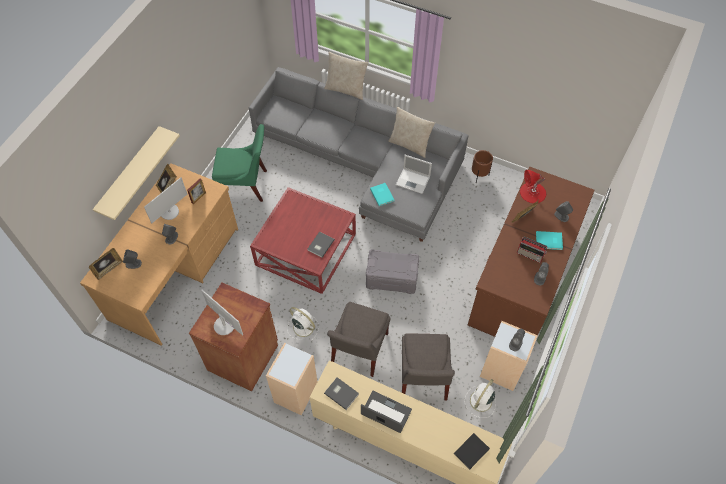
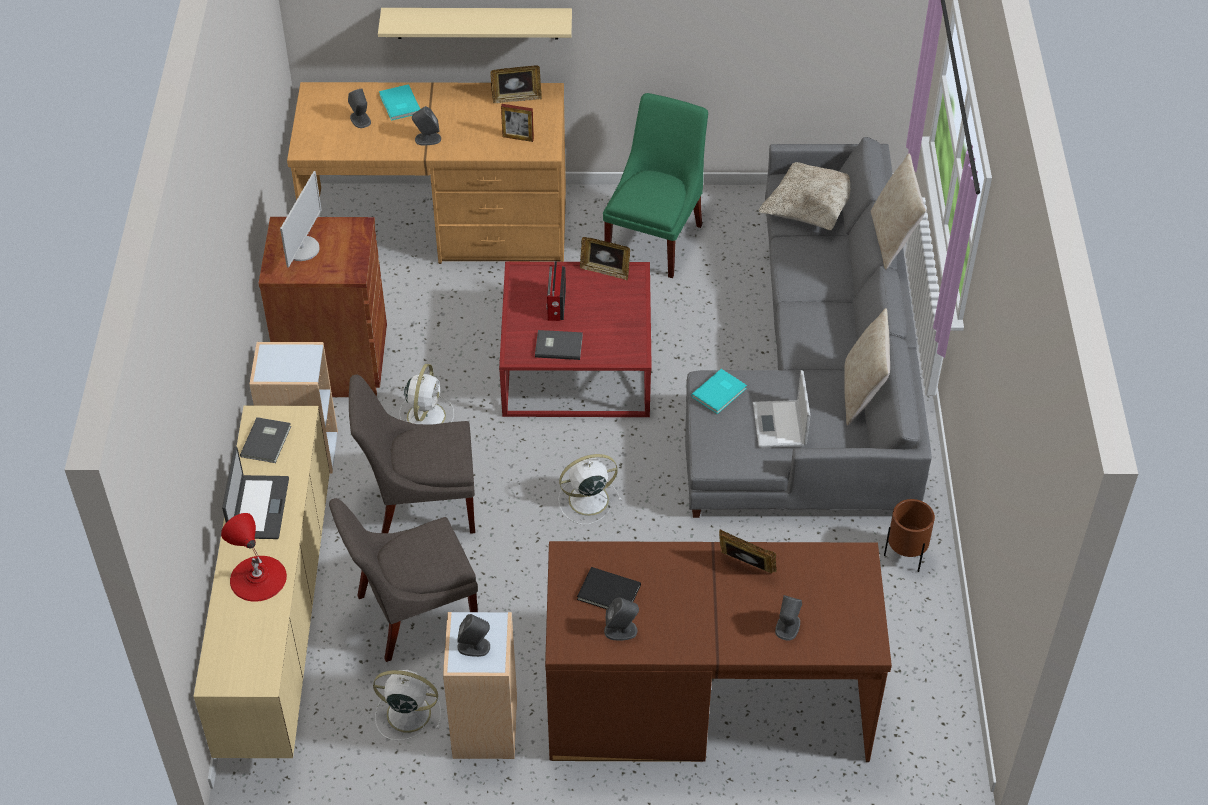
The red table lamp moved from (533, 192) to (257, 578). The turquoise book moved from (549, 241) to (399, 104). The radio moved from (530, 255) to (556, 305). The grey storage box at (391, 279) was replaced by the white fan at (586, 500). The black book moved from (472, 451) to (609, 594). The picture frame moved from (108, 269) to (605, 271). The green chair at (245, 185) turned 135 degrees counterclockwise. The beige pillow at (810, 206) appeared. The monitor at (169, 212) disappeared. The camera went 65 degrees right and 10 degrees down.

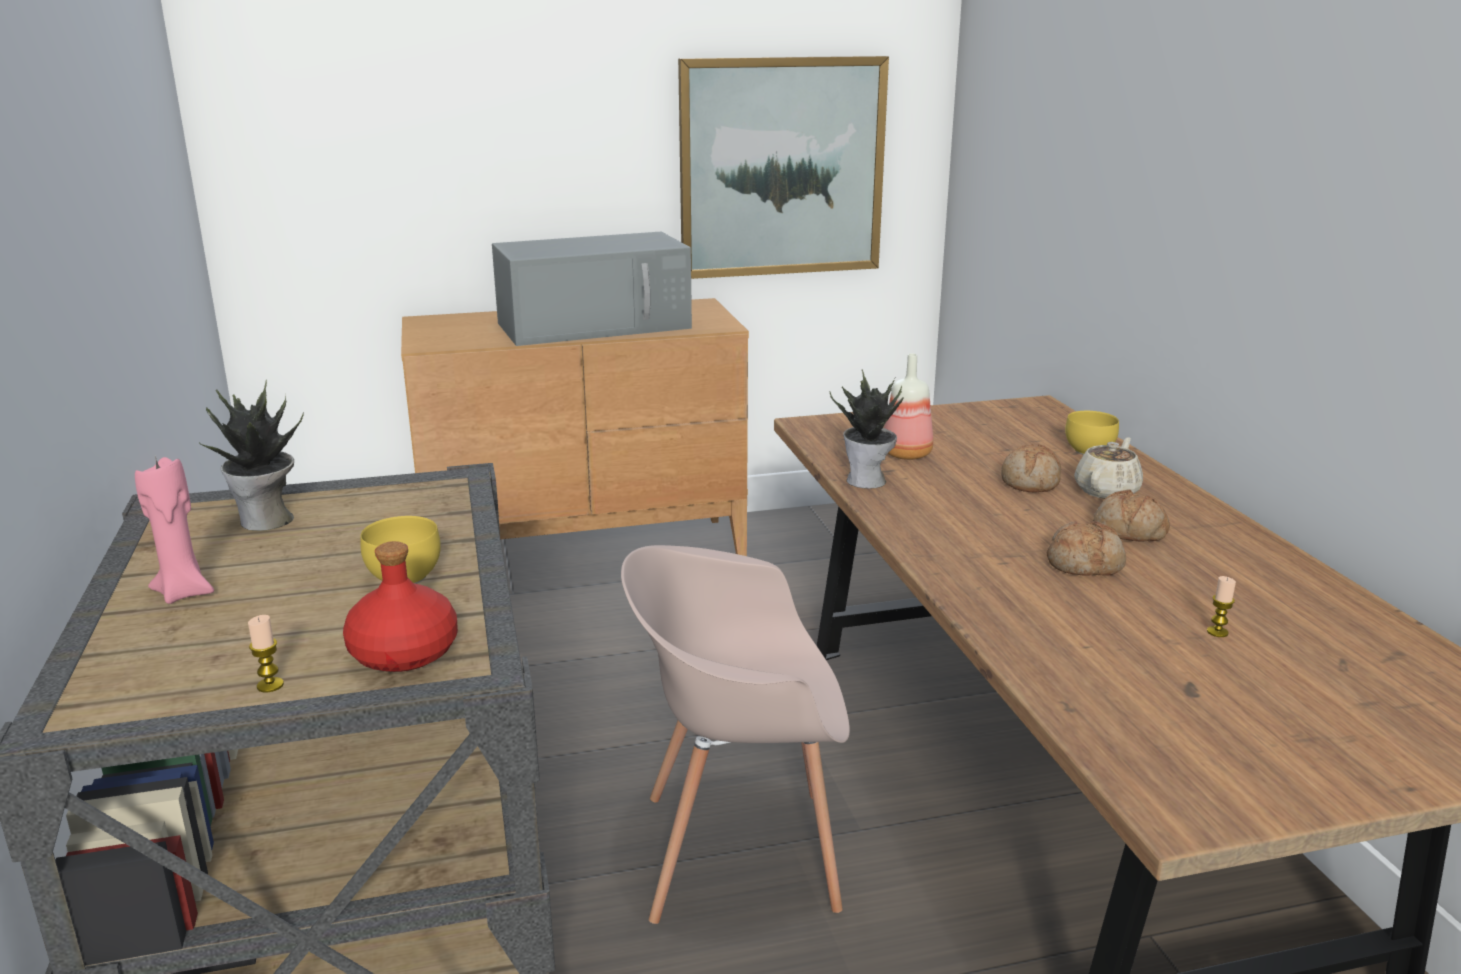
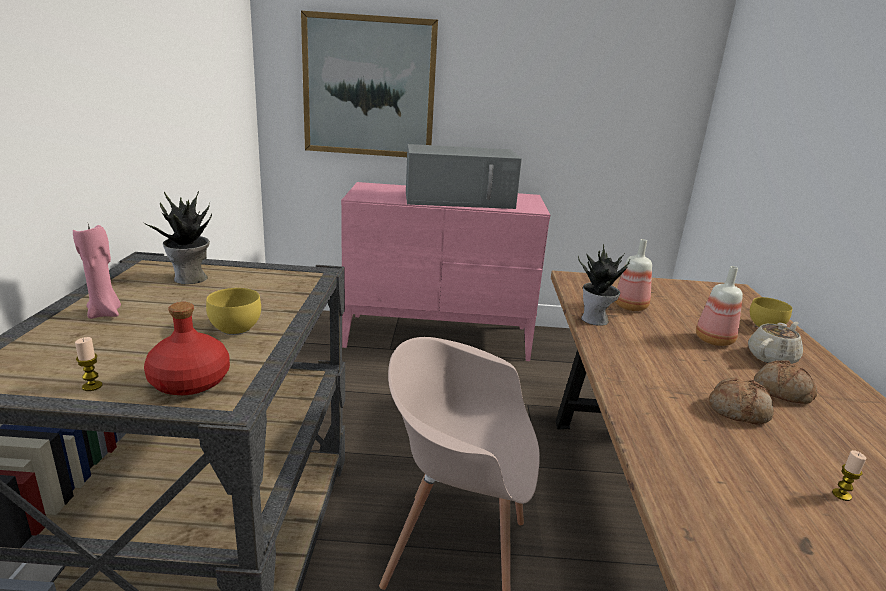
The picture moved from (782, 168) to (369, 87). The brown cabinet at (585, 560) became the pink cabinet at (438, 337). The bread at (1031, 482) was replaced by the bottle at (714, 341). The camera went 15 degrees right and 0 degrees up.

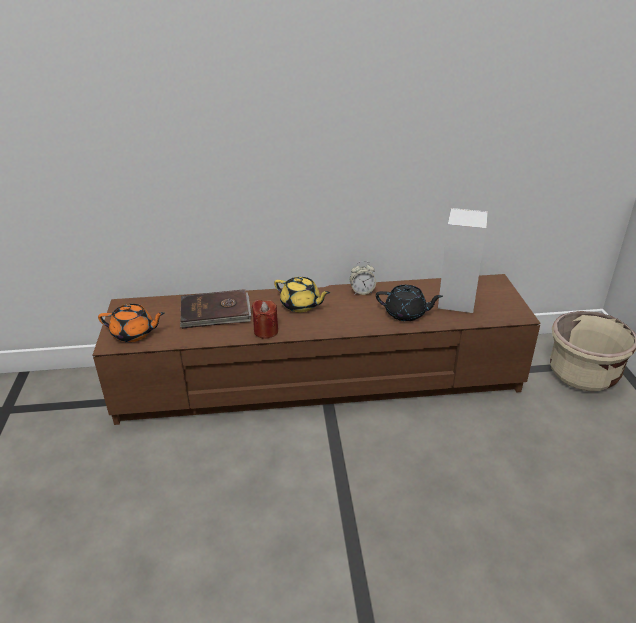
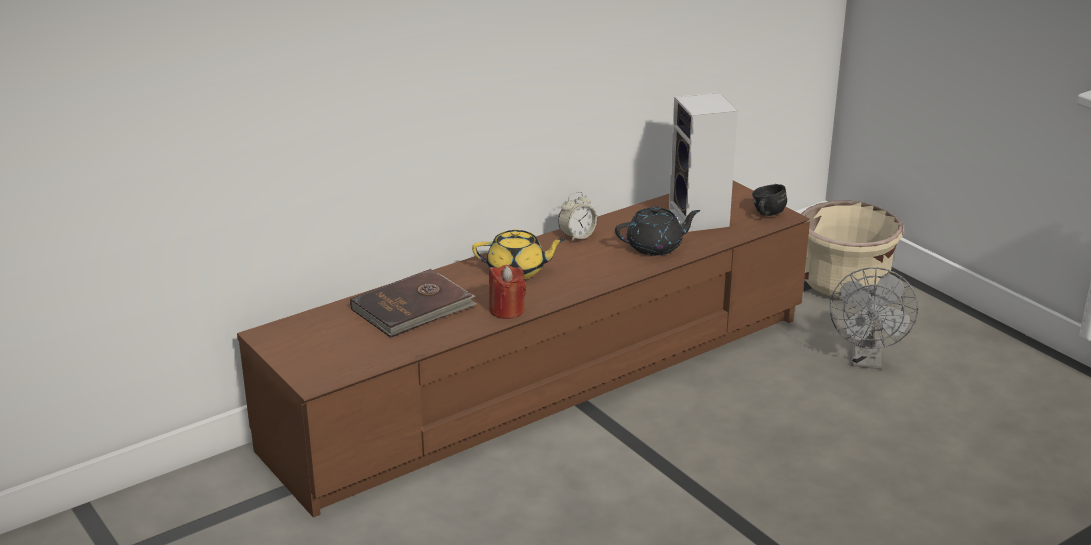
The black mug at (765, 215) appeared. The grey fan at (867, 360) appeared. The orange teapot at (134, 334) disappeared. The camera went 30 degrees left and 5 degrees down.

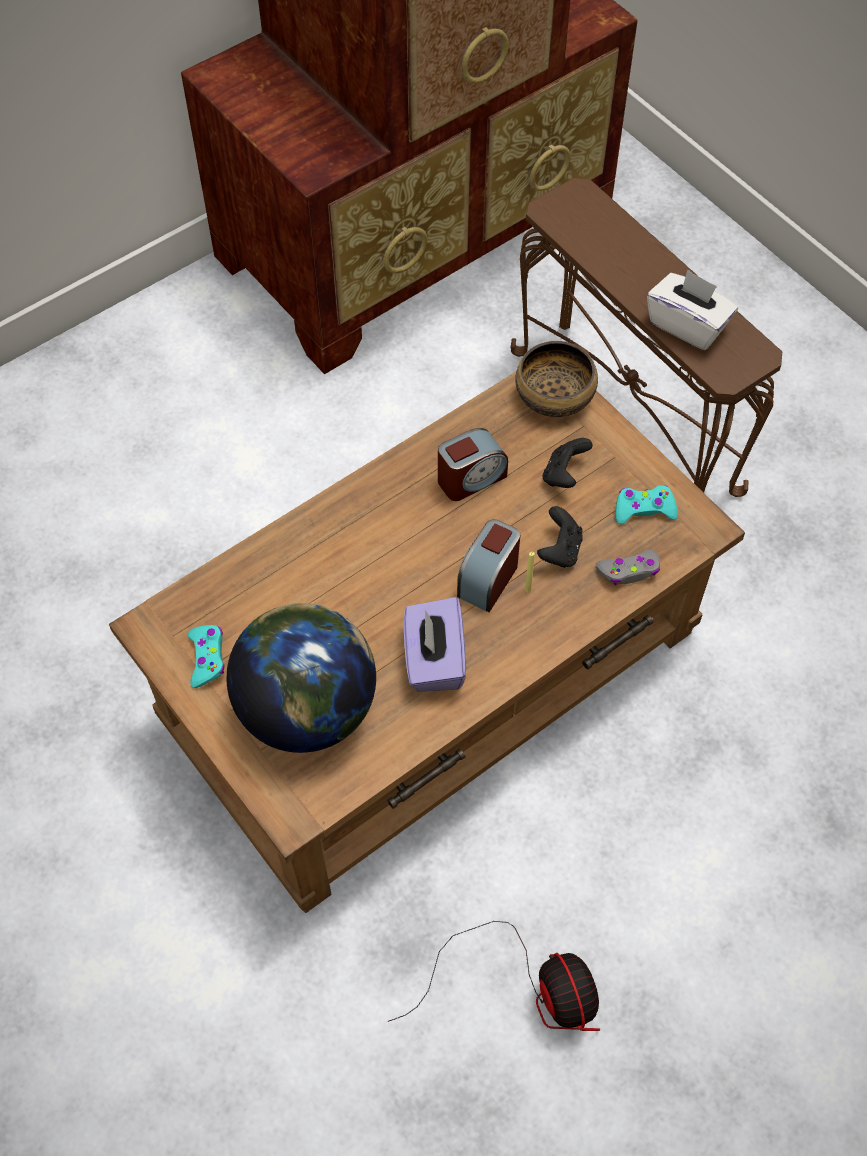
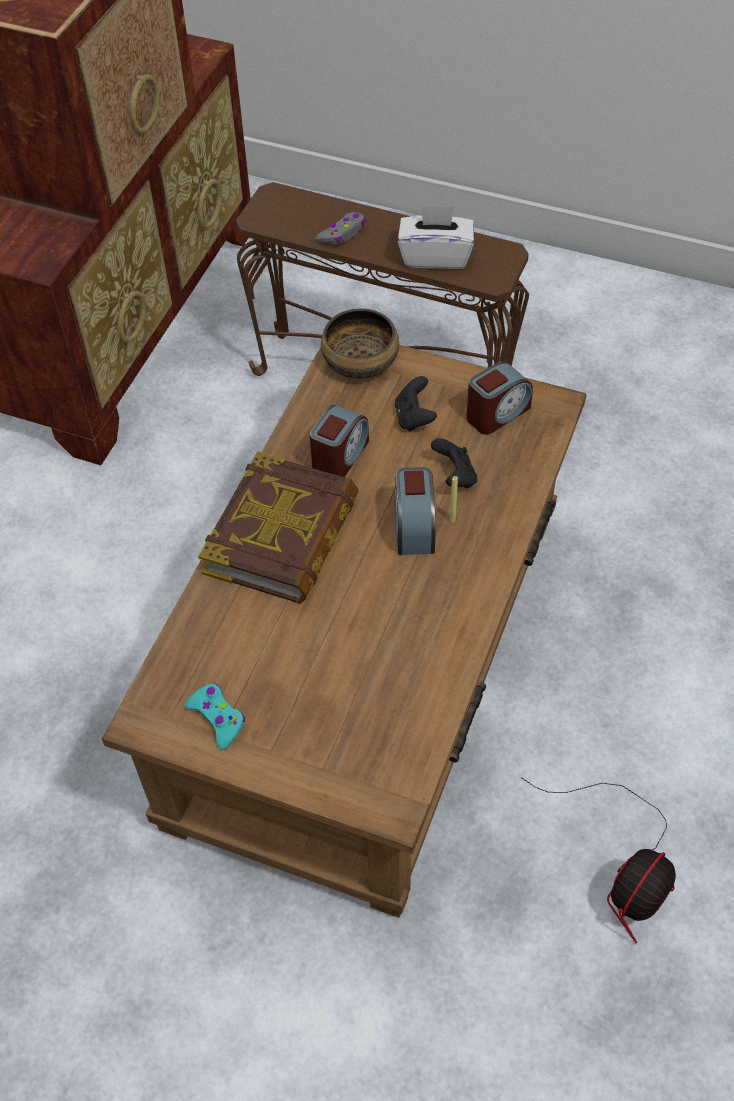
The book at (282, 536) appeared. The grey game controller moved from (629, 571) to (342, 234). The turquoise game controller at (644, 509) was replaced by the alarm clock at (497, 413). The fan at (528, 989) turned 90 degrees clockwise. The globe at (307, 709) disappeared. The purple tissue box at (434, 660) disappeared. The camera went 30 degrees left and 5 degrees down.

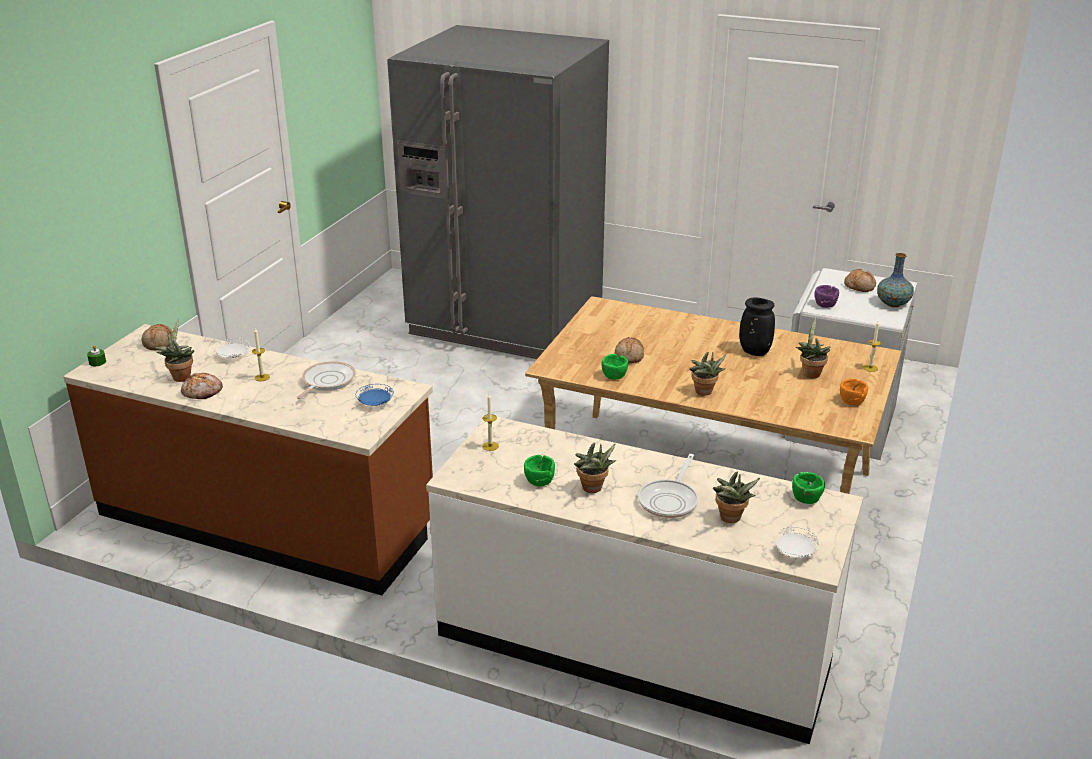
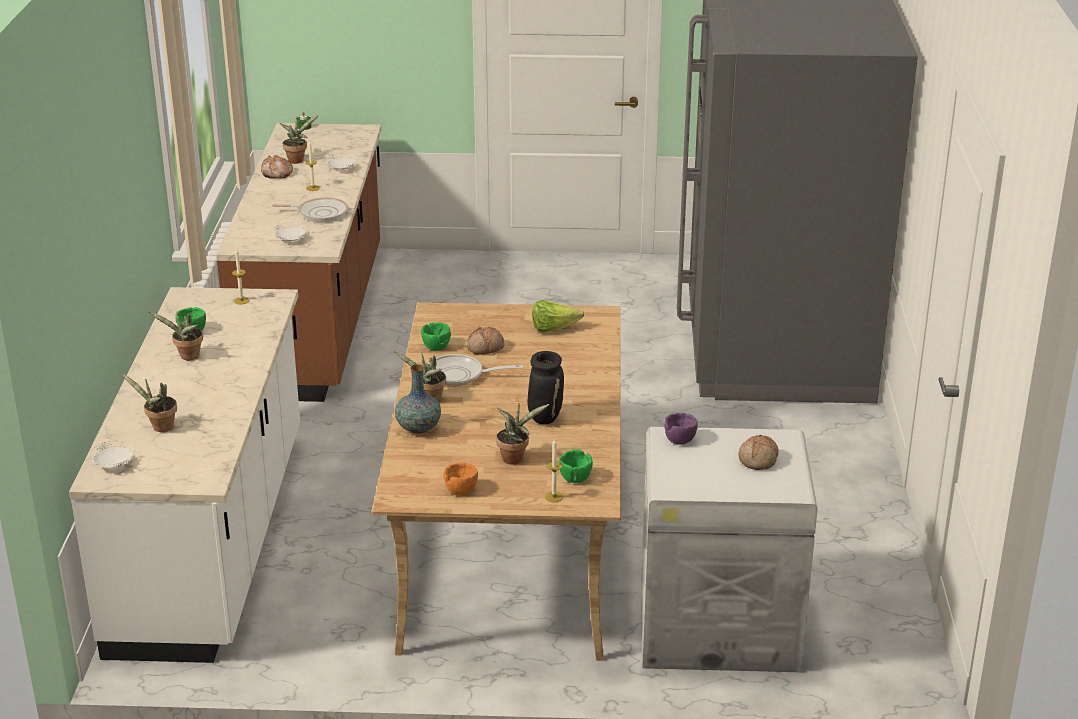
The blue plate at (375, 404) became the white plate at (291, 240). The vase moved from (893, 304) to (418, 428). The frying pan moved from (670, 500) to (460, 375). The lettuce at (553, 329) appeared. The green bowl moved from (806, 499) to (575, 478). The bread at (159, 343) disappeared. The camera went 70 degrees right and 0 degrees up.

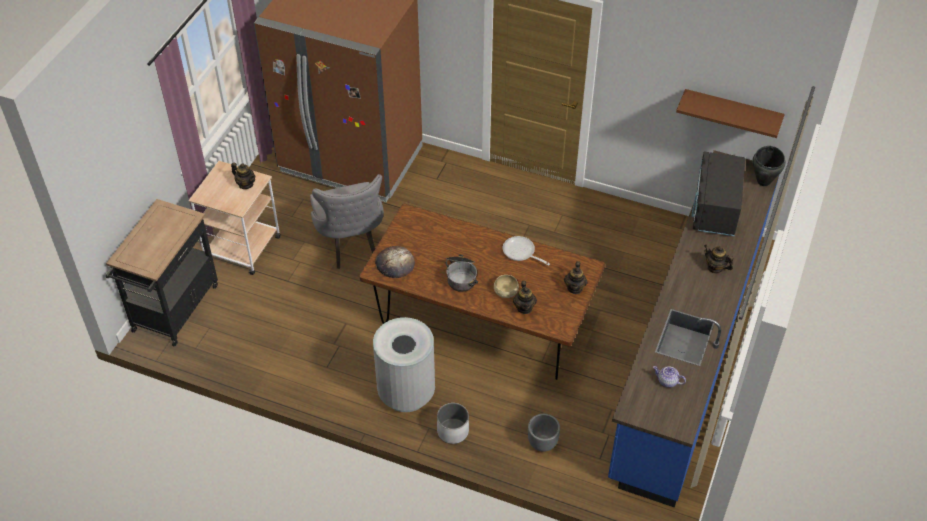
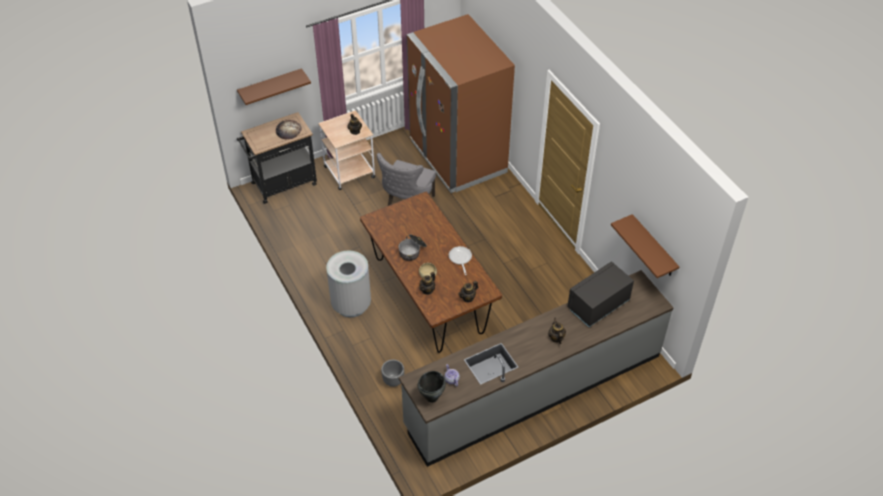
The brown shelf at (270, 86) appeared. The bread moved from (395, 264) to (288, 131). The blue counter at (687, 351) became the grey counter at (534, 390). The black cooking pot moved from (763, 181) to (432, 398). The white planter at (452, 431) disappeared. The camera went 40 degrees right and 0 degrees up.

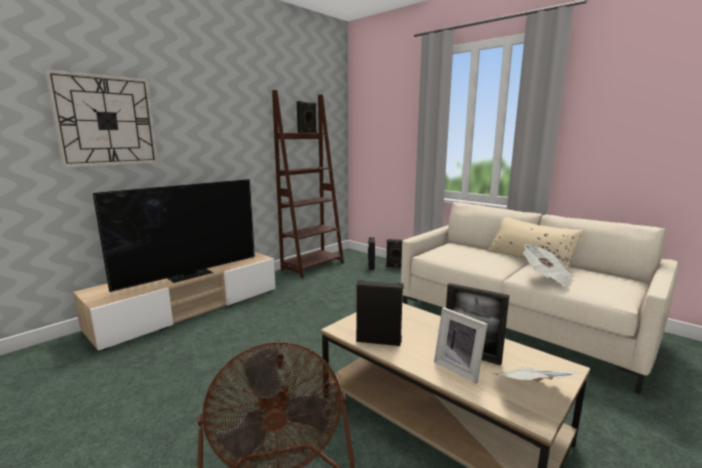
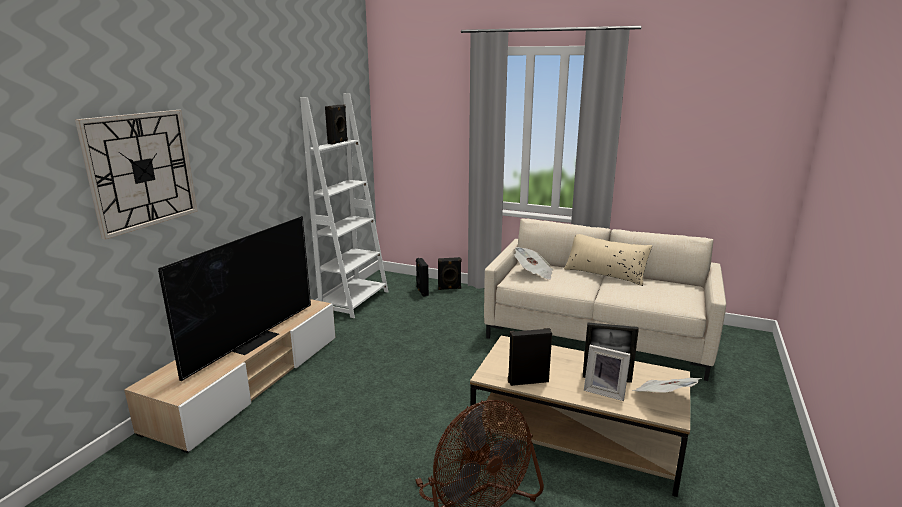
The brown bookcase at (312, 266) became the white bookcase at (354, 301). The newspaper moved from (547, 278) to (533, 273). The camera went 20 degrees left and 5 degrees up.

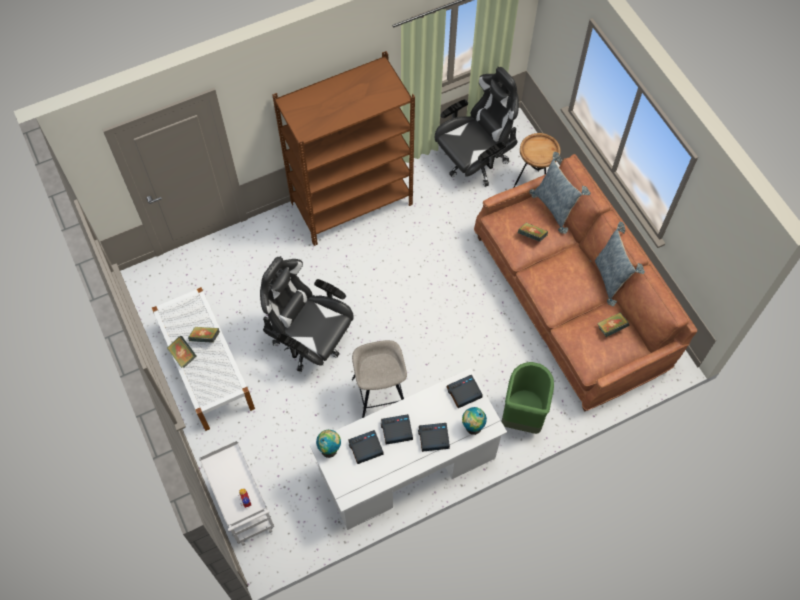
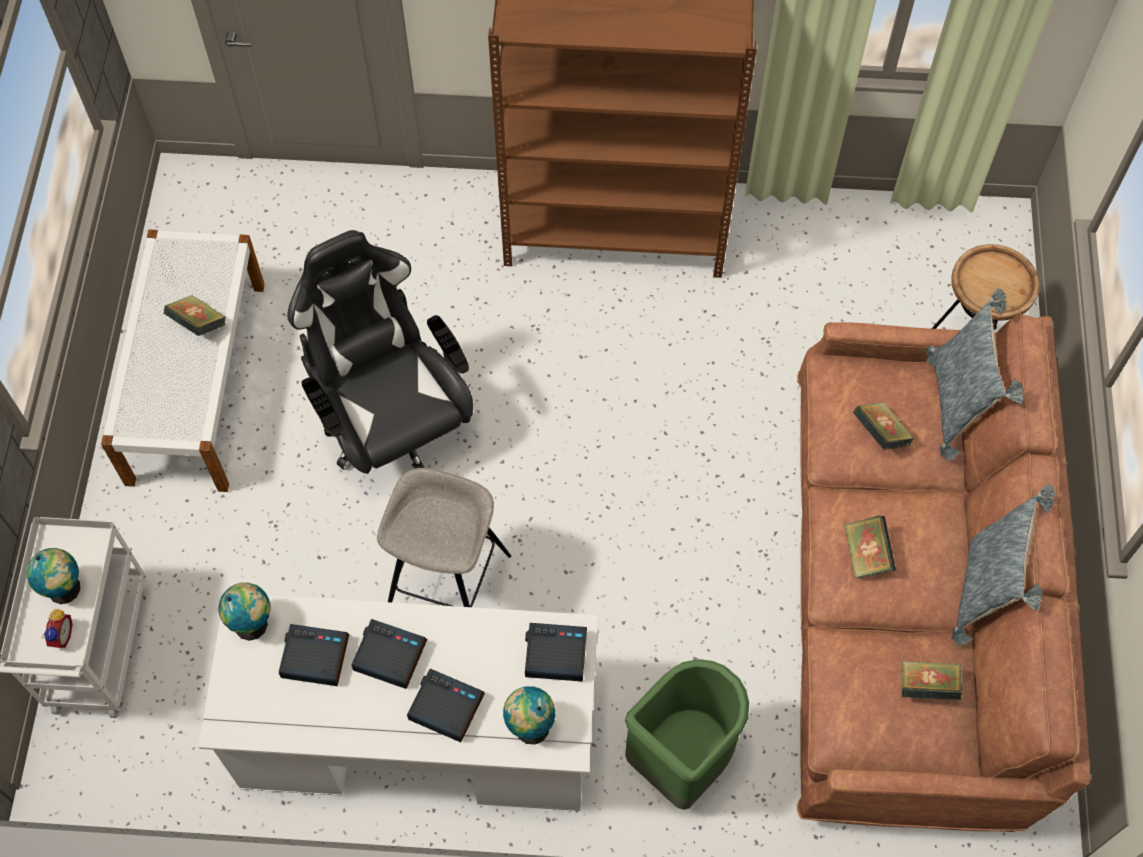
The globe at (66, 589) appeared. The book moved from (183, 355) to (866, 554). The black office chair at (473, 163) disappeared. The camera went 30 degrees right and 0 degrees up.

